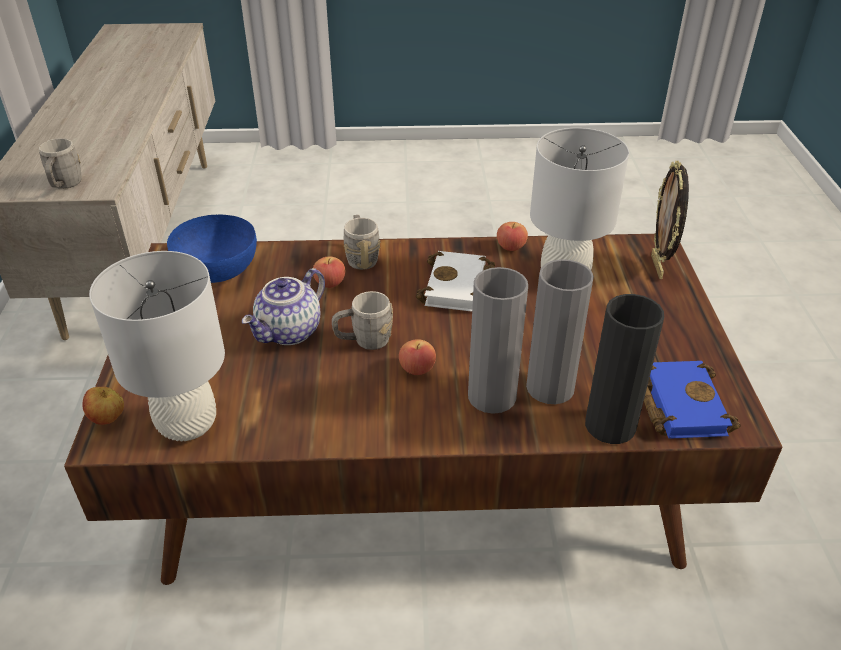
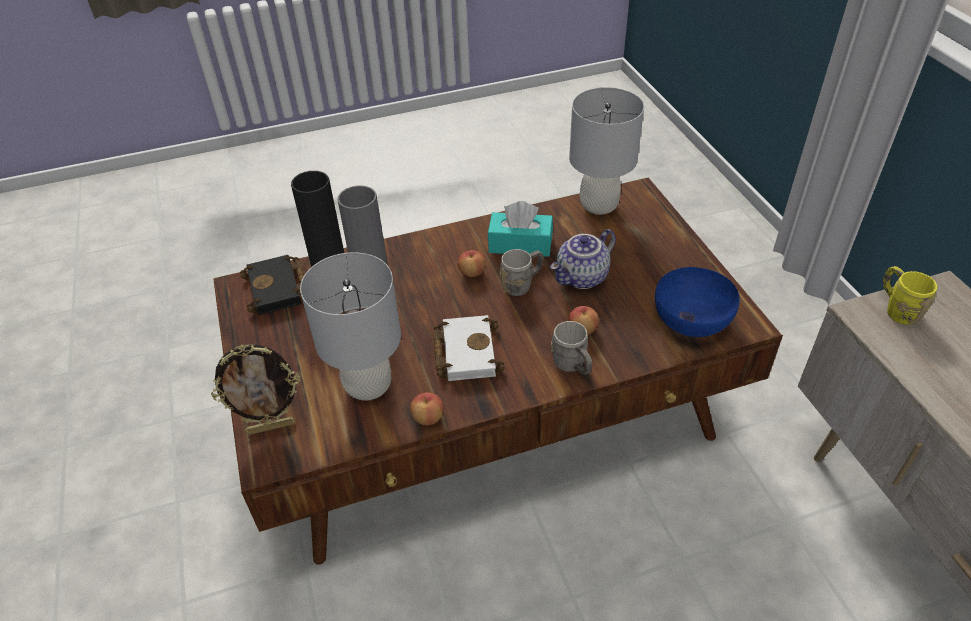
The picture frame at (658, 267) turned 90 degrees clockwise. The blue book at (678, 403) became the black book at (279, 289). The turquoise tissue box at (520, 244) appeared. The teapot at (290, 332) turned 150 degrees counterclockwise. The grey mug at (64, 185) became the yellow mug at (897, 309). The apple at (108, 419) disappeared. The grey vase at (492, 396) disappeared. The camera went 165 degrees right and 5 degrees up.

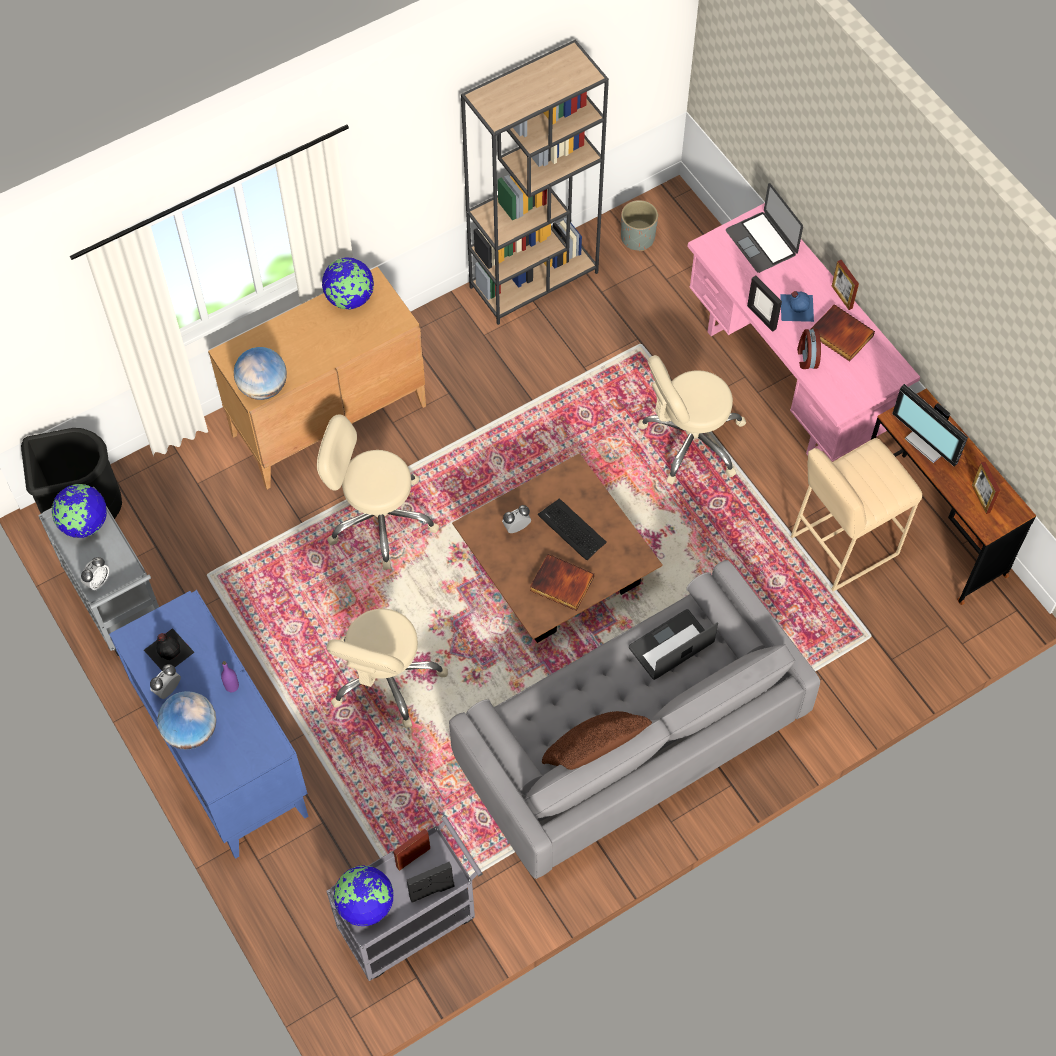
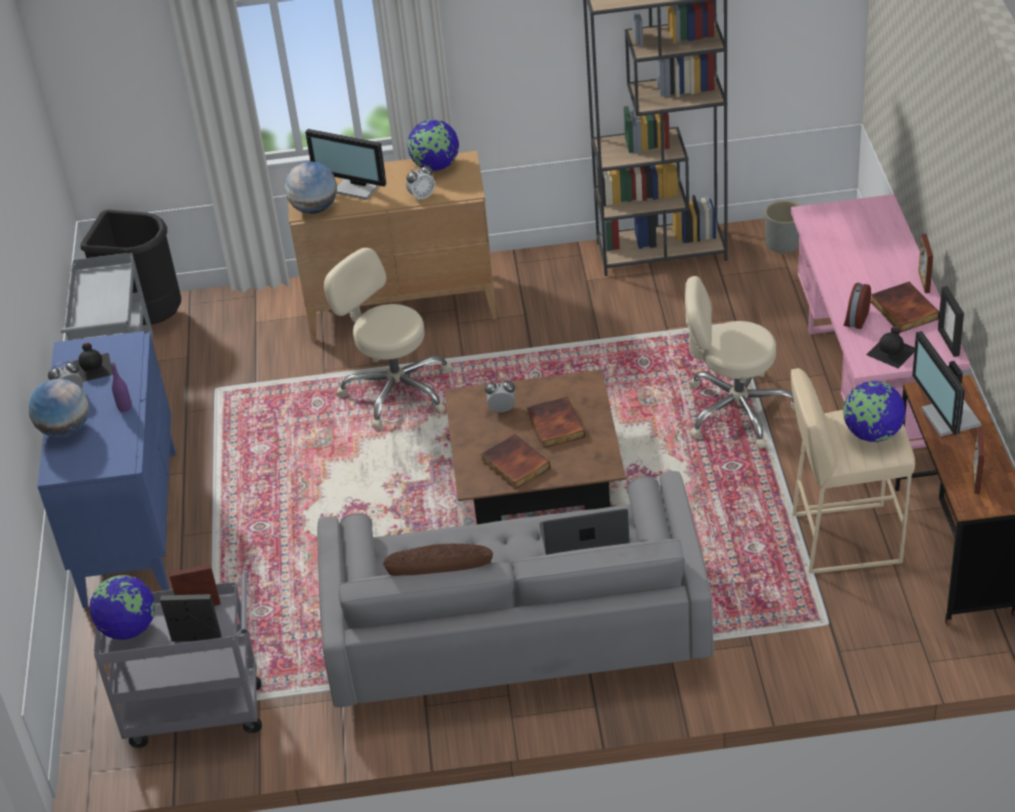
The monitor at (358, 187) appeared. The alarm clock moved from (97, 582) to (422, 196). The keyboard at (571, 529) was replaced by the book at (554, 425). The globe moved from (84, 524) to (872, 434). The black bottle at (892, 351) appeared. The picture frame moved from (762, 317) to (949, 342). The beige office chair at (384, 681) disappeared. The laptop at (761, 242) disappeared. The blue bottle at (796, 307) disappeared. The camera went 30 degrees right and 20 degrees down.

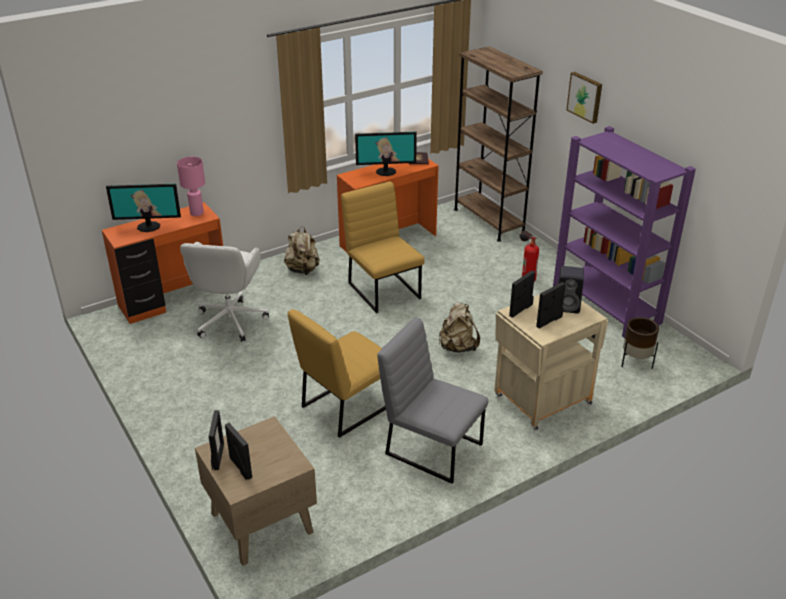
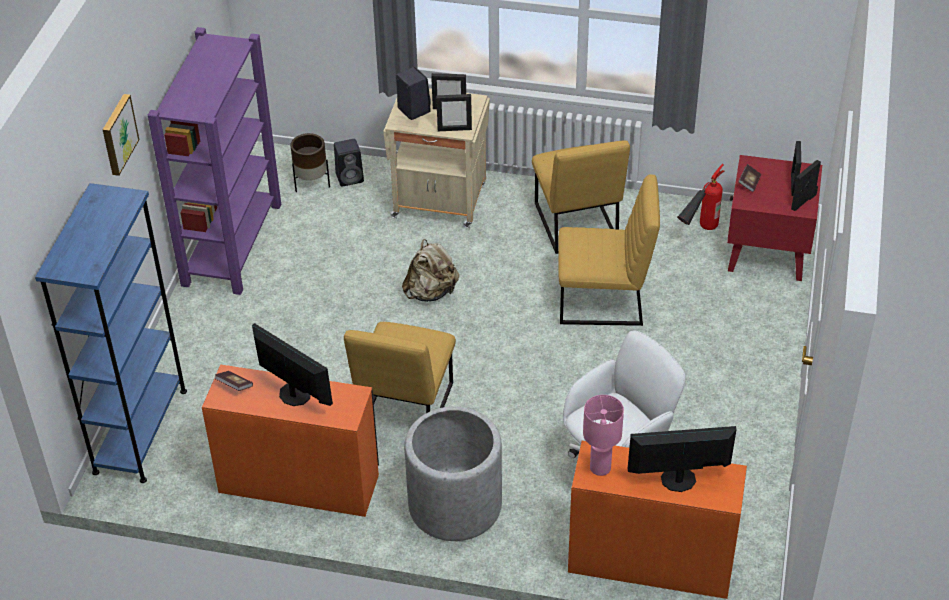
The brown bookcase at (488, 220) became the blue bookcase at (140, 431). The black speaker at (350, 177) appeared. The beige backpack at (302, 270) was replaced by the grey planter at (454, 505). The grey chair at (431, 447) became the yellow chair at (576, 224). The monitor at (149, 226) turned 45 degrees counterclockwise. The fire extinguisher moved from (526, 272) to (698, 233). The beige nightstand at (261, 522) became the red nightstand at (767, 252). The book at (749, 183) appeared. The camera went 135 degrees left and 10 degrees up.

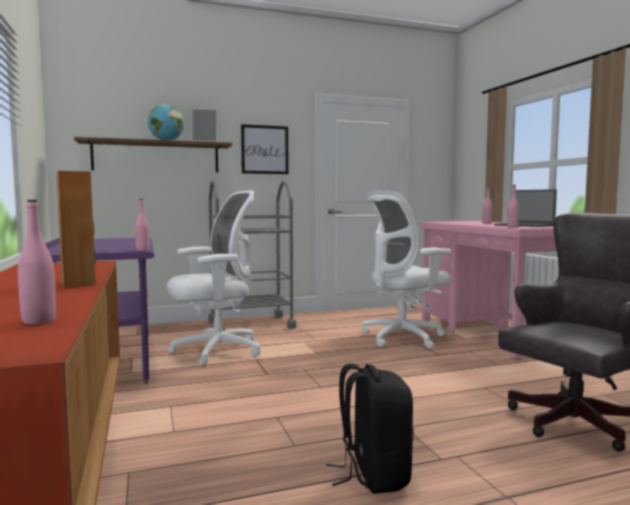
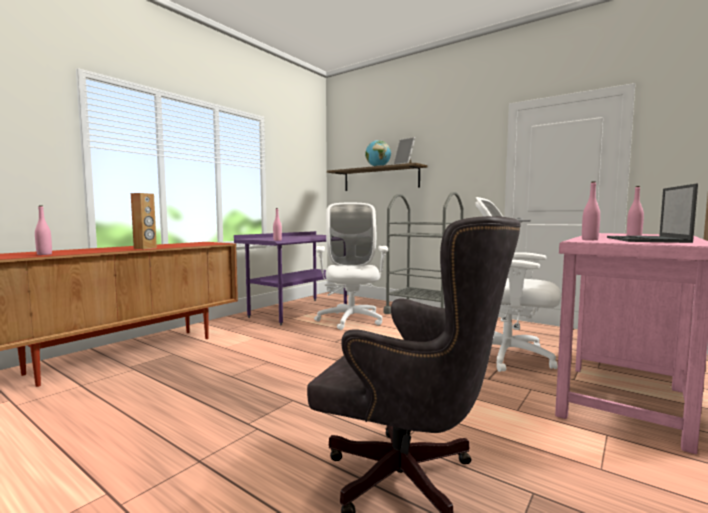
The white office chair at (213, 352) turned 120 degrees counterclockwise. The picture at (265, 149) disappeared. The black backpack at (373, 474) disappeared. The camera went 55 degrees right and 0 degrees up.

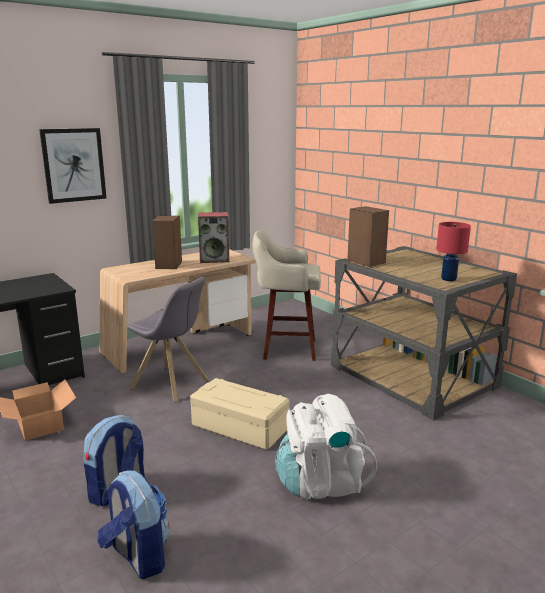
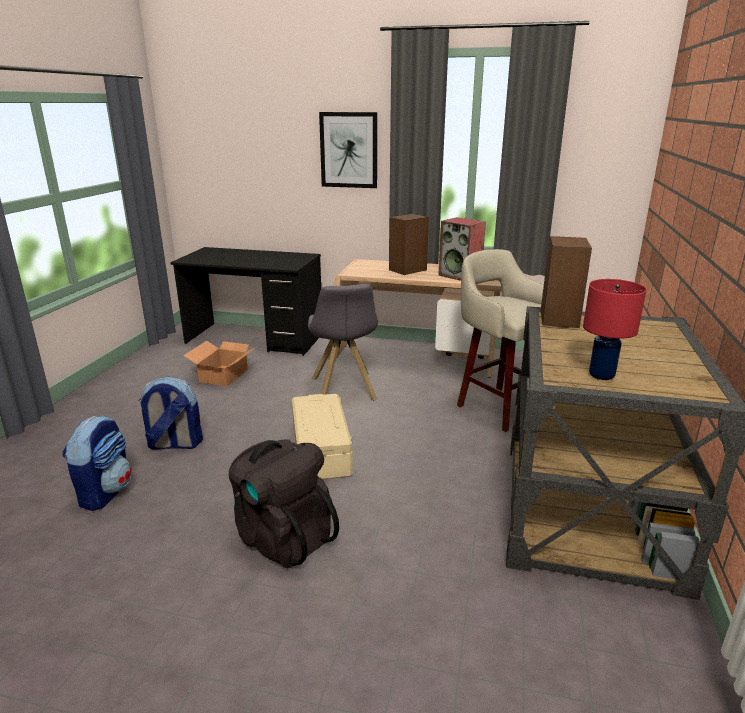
The white backpack at (321, 483) became the black backpack at (282, 537). The camera went 50 degrees right and 5 degrees up.

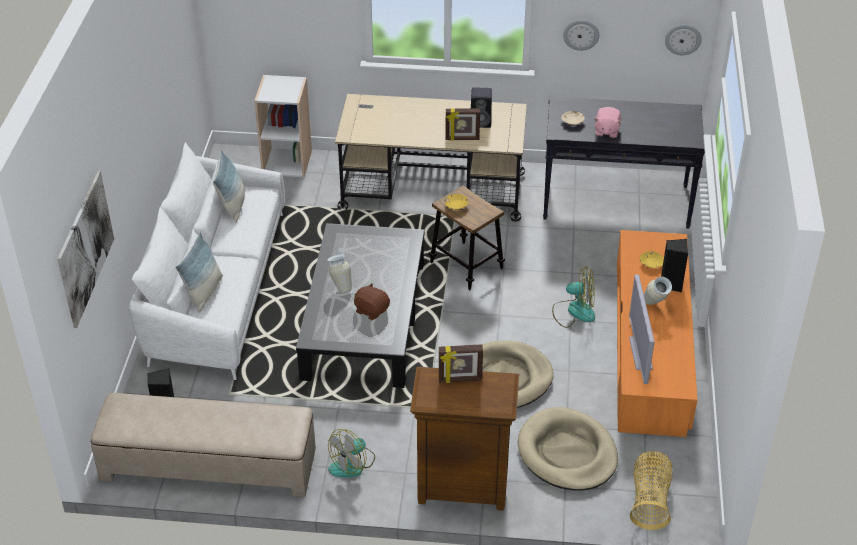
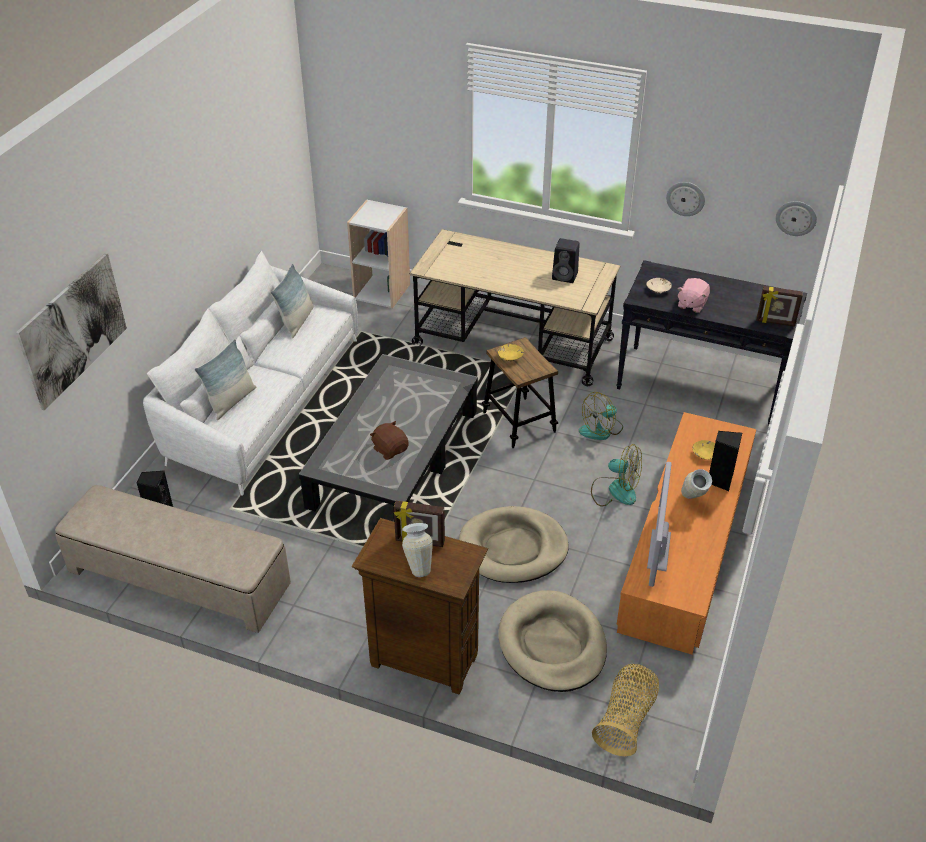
The vase moved from (341, 287) to (419, 565). The fan moved from (352, 464) to (601, 429). The picture frame moved from (462, 139) to (775, 322). The camera went 15 degrees right and 0 degrees up.

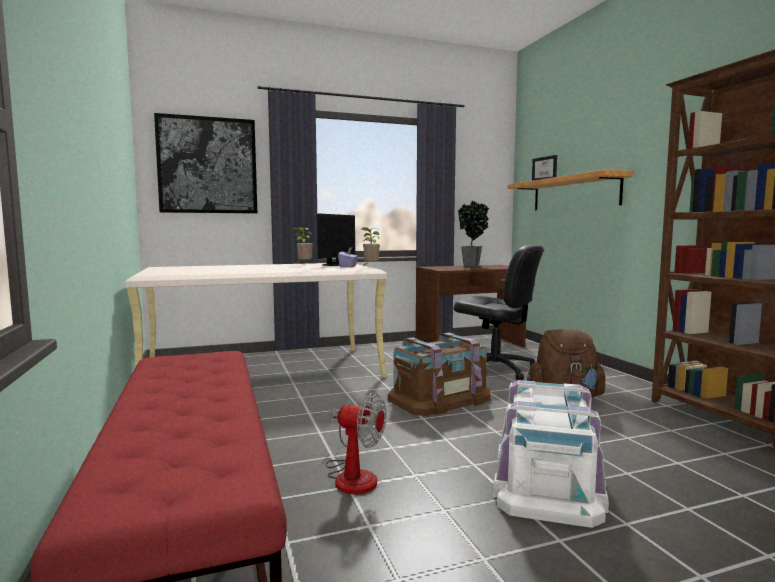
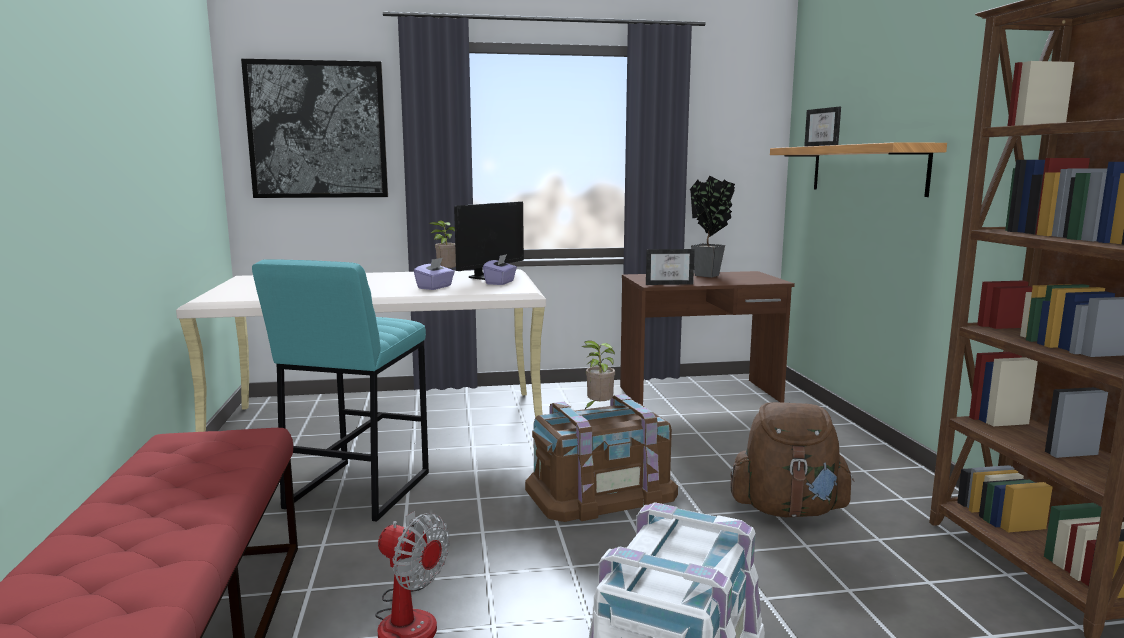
The turquoise stool at (356, 491) appeared. The purple tissue box at (435, 287) appeared. The potted plant moved from (370, 266) to (598, 407). The picture frame at (669, 283) appeared. The black office chair at (495, 369) disappeared. The camera went 10 degrees right and 5 degrees up.

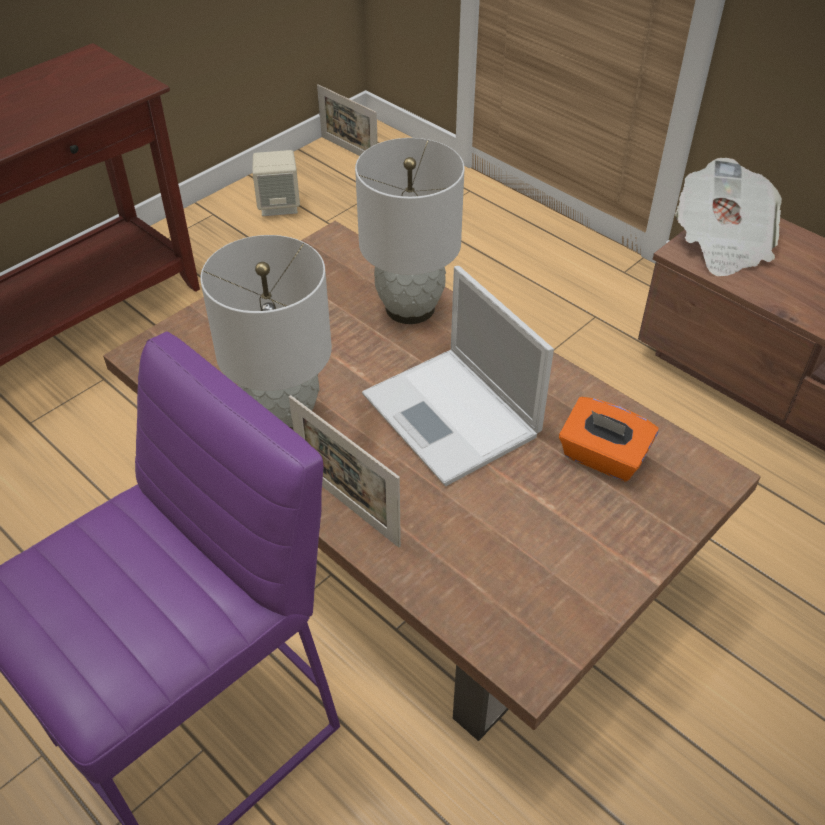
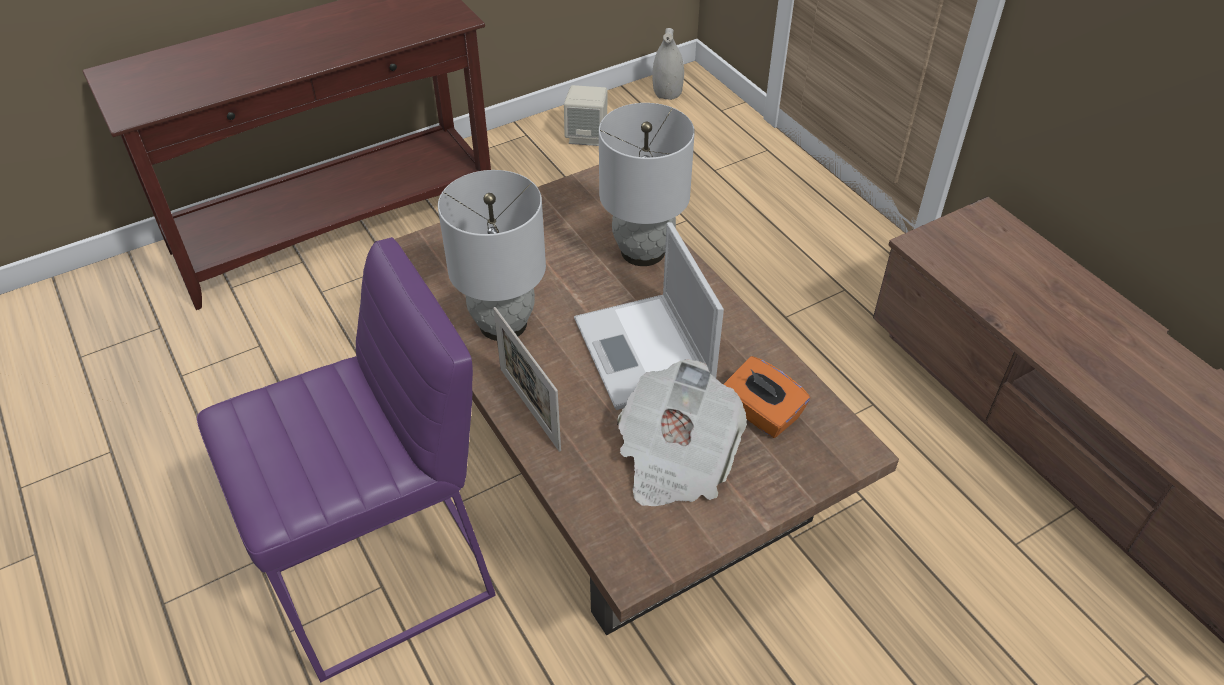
The newspaper moved from (722, 243) to (675, 458). The picture frame at (349, 150) was replaced by the white vase at (667, 93). The camera went 15 degrees right and 0 degrees up.

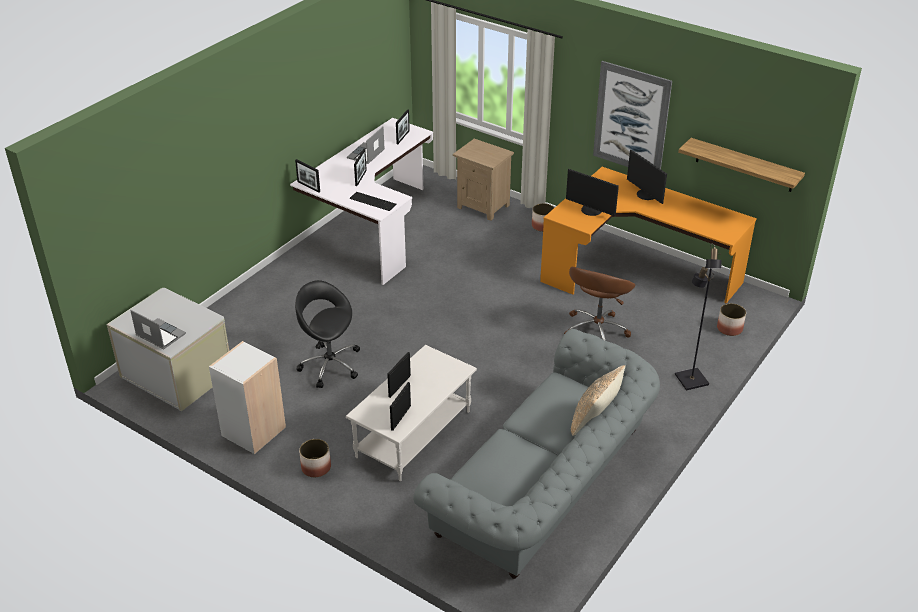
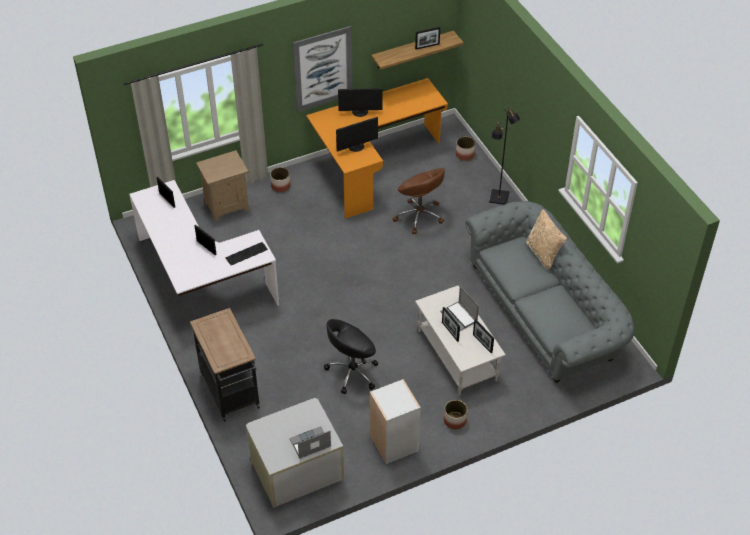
The black cart at (231, 392) appeared. The picture frame moved from (308, 186) to (427, 46). The laptop moved from (366, 154) to (459, 317). The camera went 60 degrees left and 10 degrees up.

